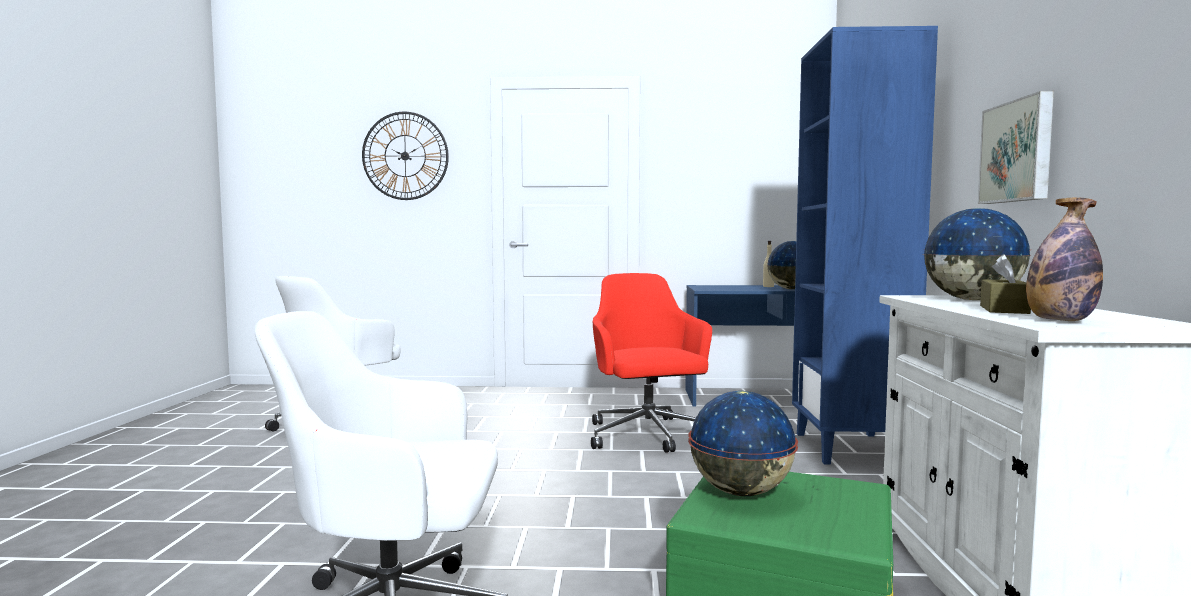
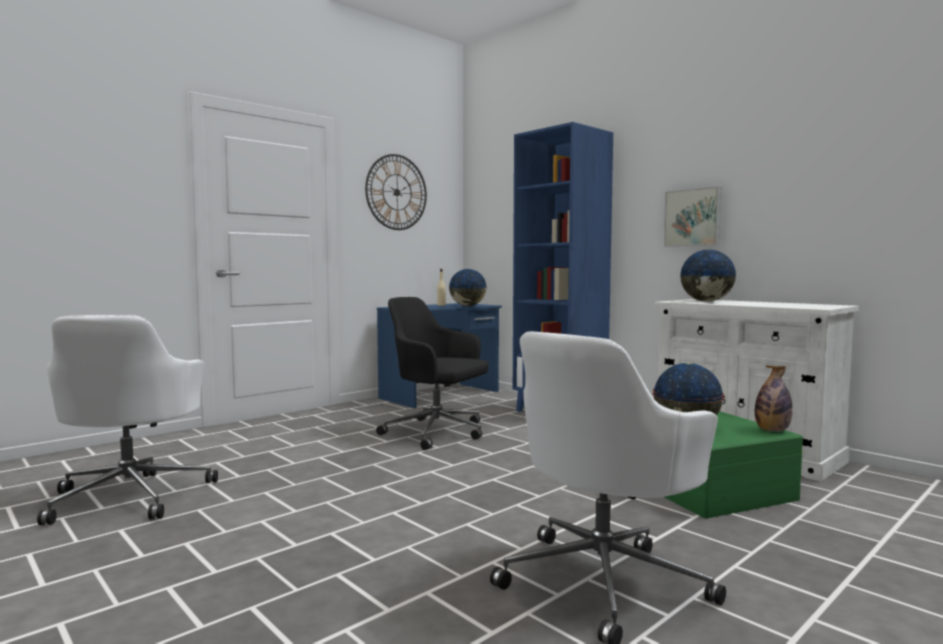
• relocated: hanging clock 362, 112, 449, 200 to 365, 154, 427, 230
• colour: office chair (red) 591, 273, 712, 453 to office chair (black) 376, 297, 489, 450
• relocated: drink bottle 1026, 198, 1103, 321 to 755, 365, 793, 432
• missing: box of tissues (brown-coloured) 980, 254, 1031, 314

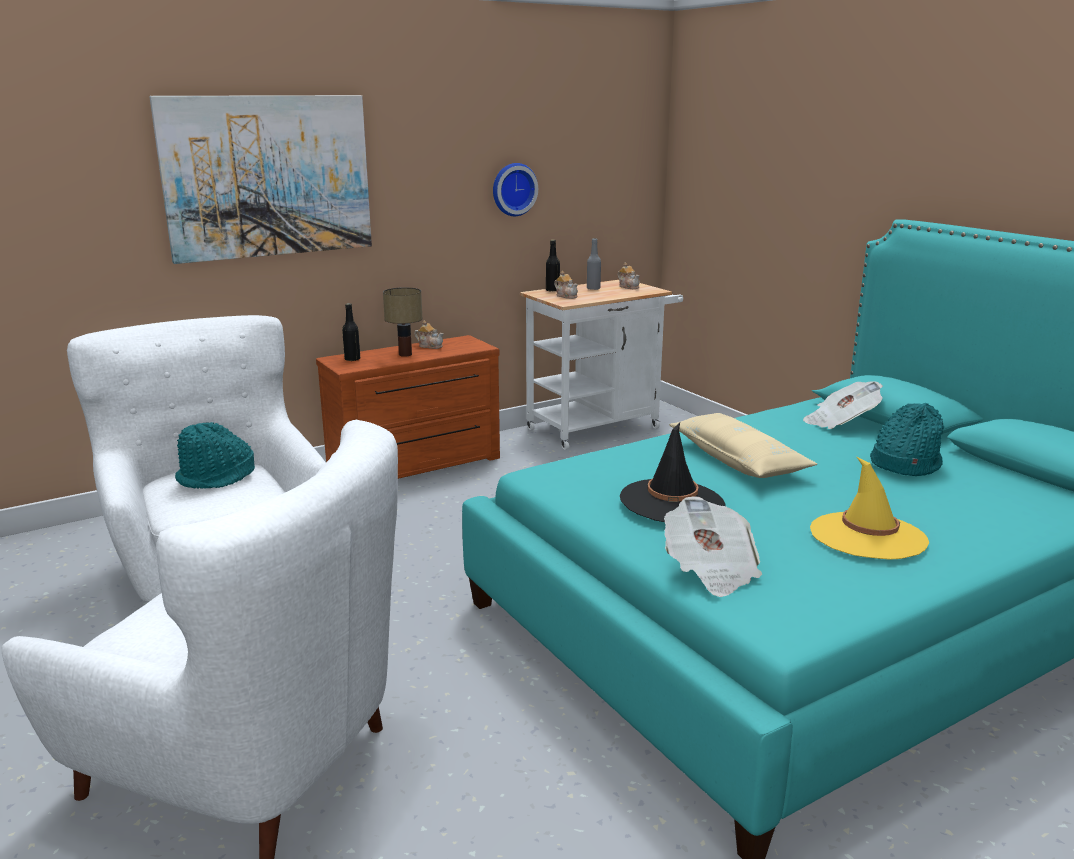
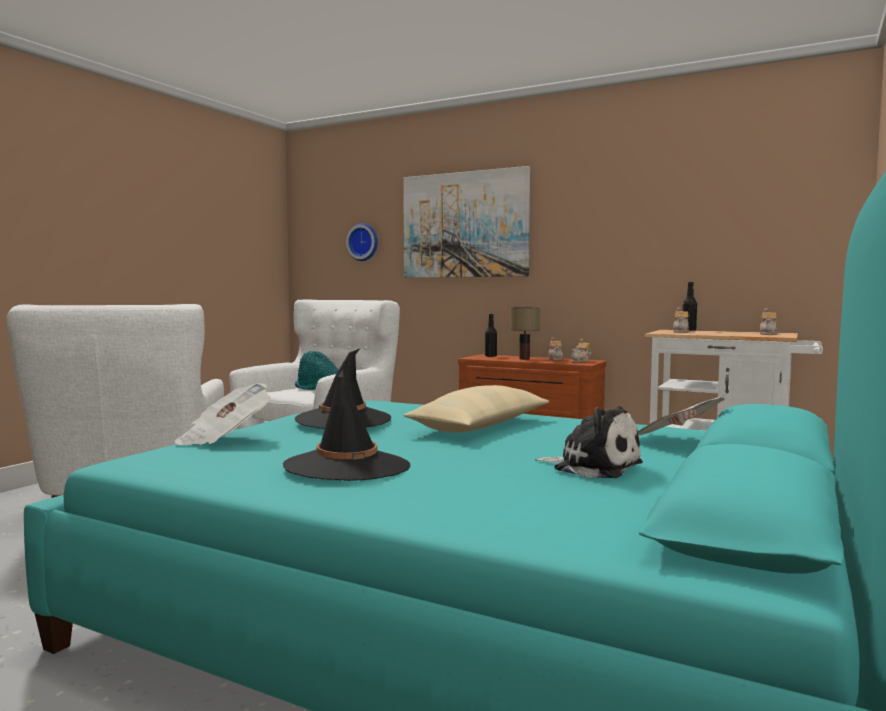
• colour: hat (yellow-coloured) 810, 457, 929, 560 to hat (black) 283, 370, 410, 481
• relocated: hanging clock 493, 163, 538, 216 to 346, 223, 378, 261
• exchanged: hat (blue-green) 870, 403, 944, 476 to cuddly toy 535, 406, 643, 478
• appeared: tea pot 571, 339, 591, 363
• missing: drink bottle (gray) 587, 238, 601, 290

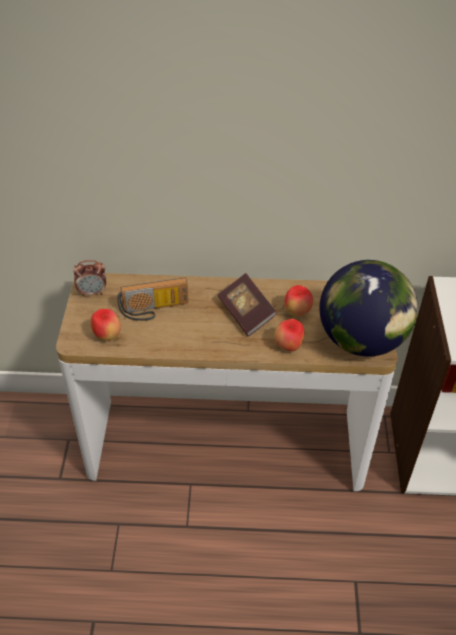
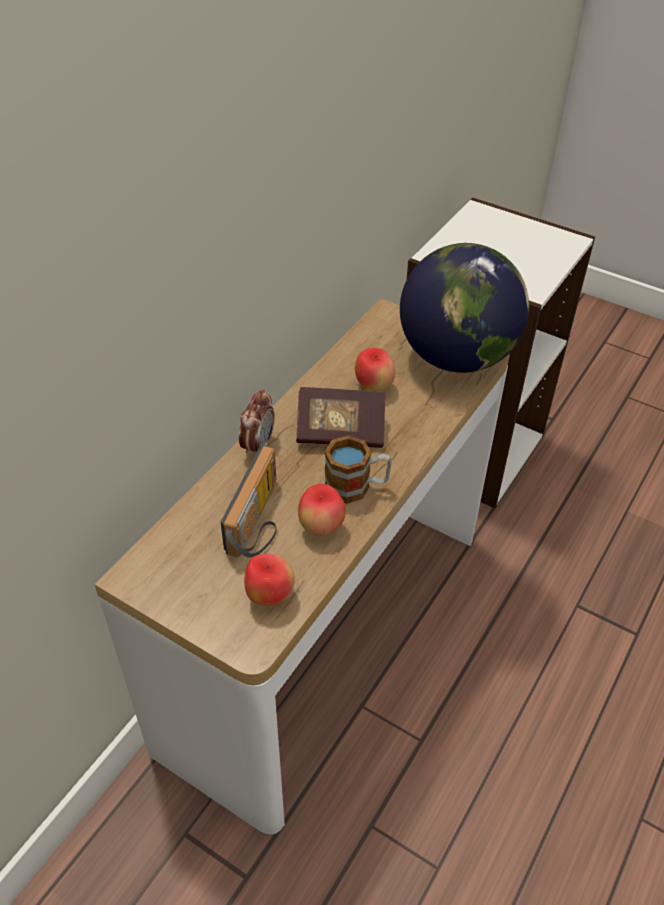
• relocated: table clock 73, 260, 106, 297 to 239, 389, 275, 453
• relocated: whole apple 274, 319, 304, 351 to 298, 484, 346, 536
• appeared: coffee mug 325, 435, 392, 504

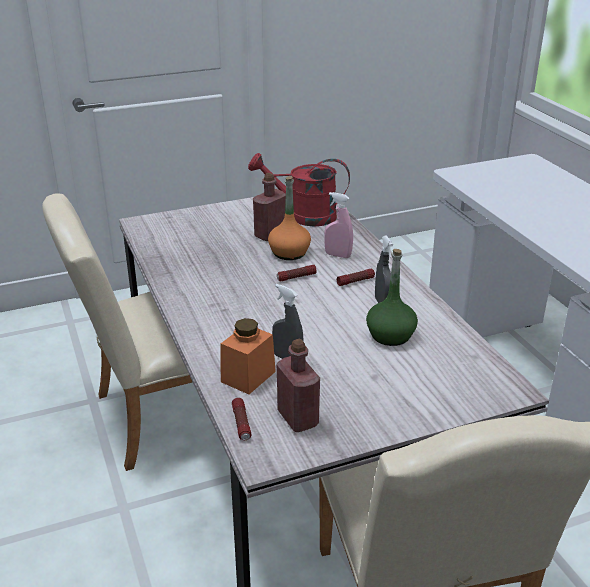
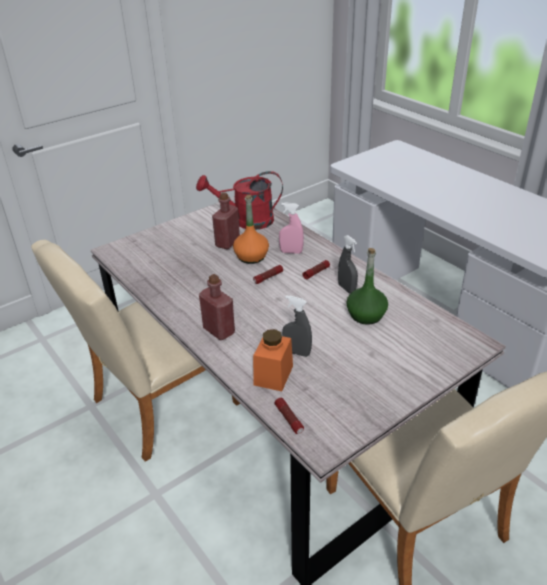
• relocated: drink bottle (red) 277, 339, 320, 432 to 199, 274, 235, 340

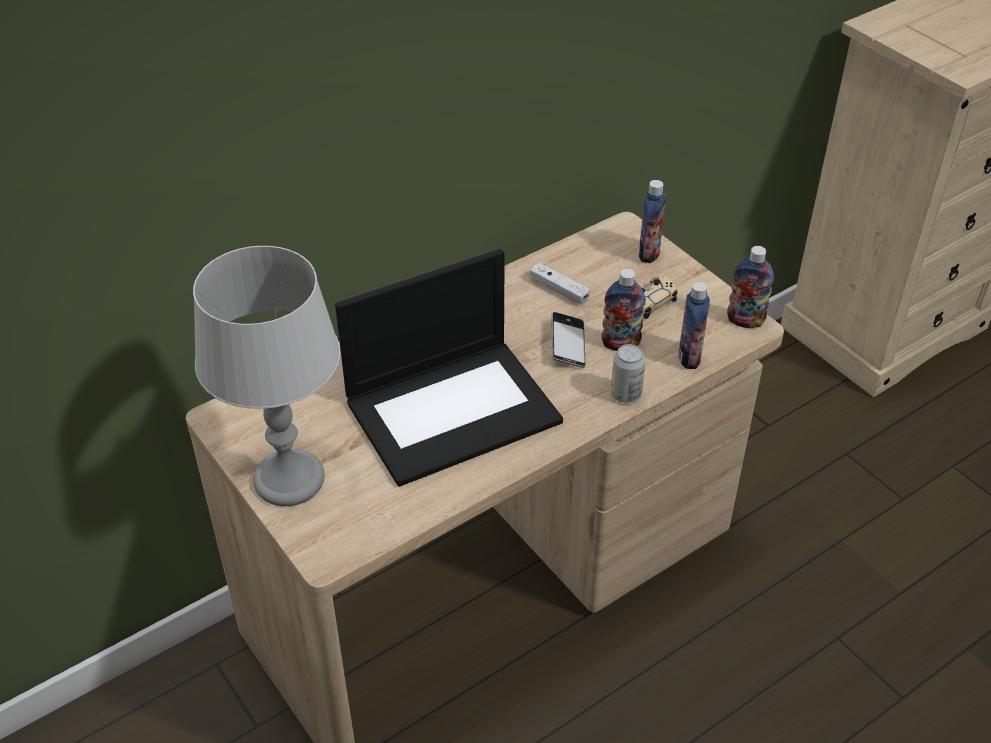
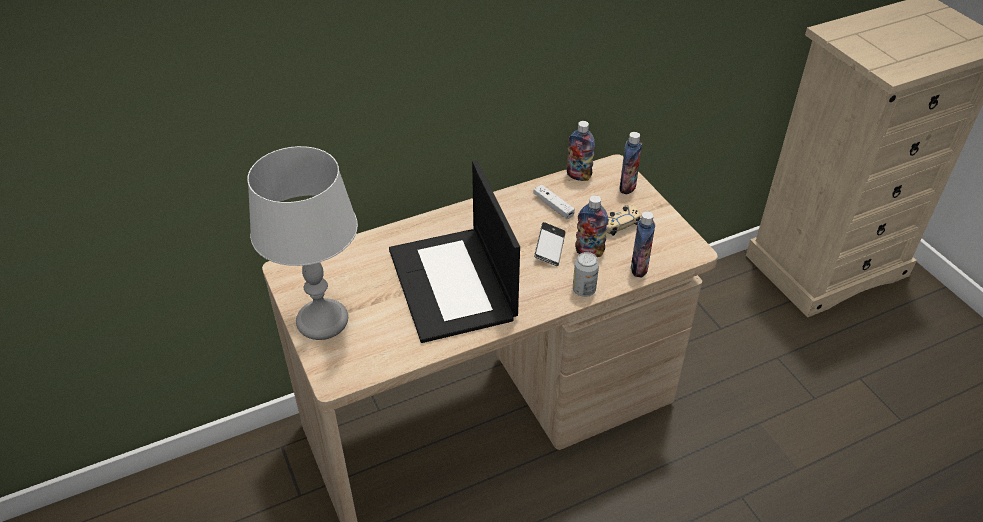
• spun: laptop 335, 249, 563, 487 = 389, 161, 520, 343 90 degrees clockwise
• relocated: drink bottle 727, 246, 774, 328 to 566, 121, 595, 181

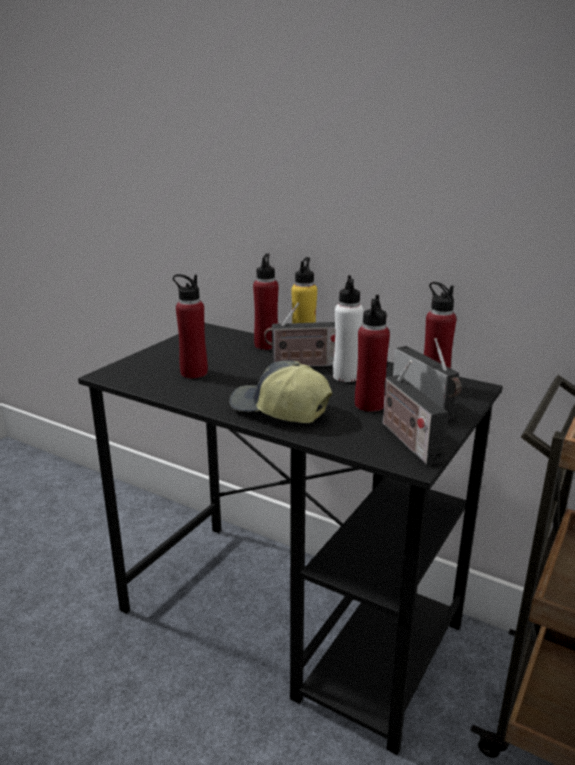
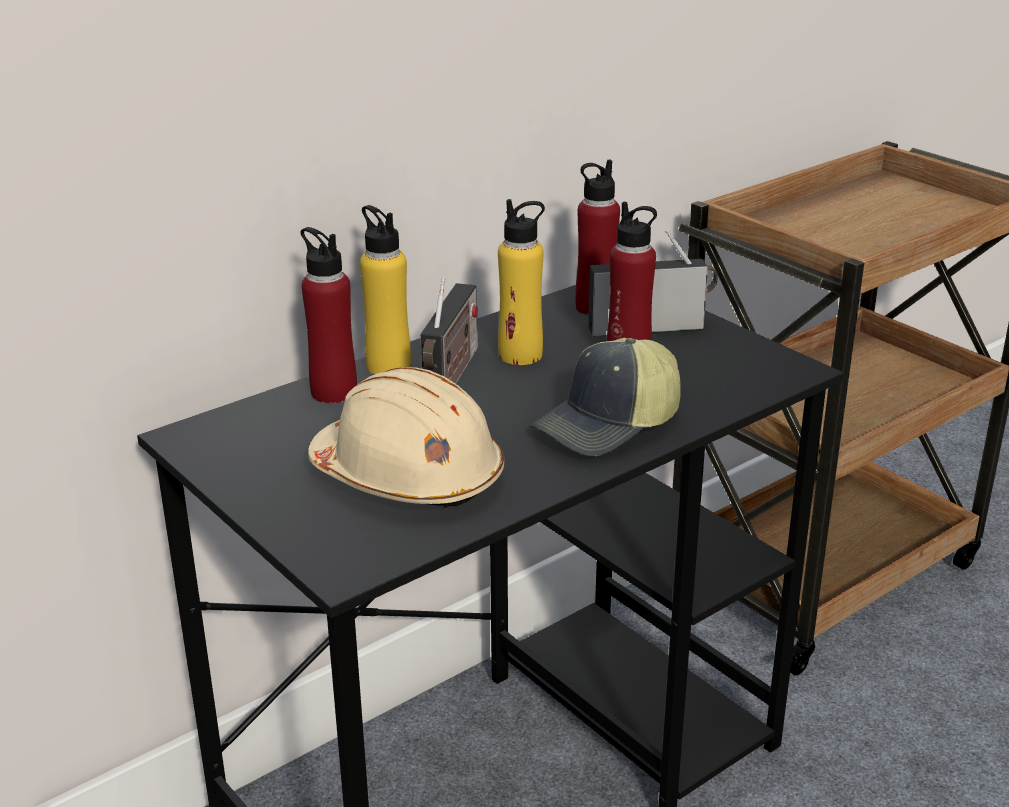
• exchanged: drink bottle (red) 173, 274, 208, 378 to hard hat (beige) 308, 367, 504, 508
• colour: drink bottle (white-coloured) 333, 275, 364, 382 to drink bottle (yellow-coloured) 498, 199, 545, 365
• missing: radio receiver 383, 360, 448, 466

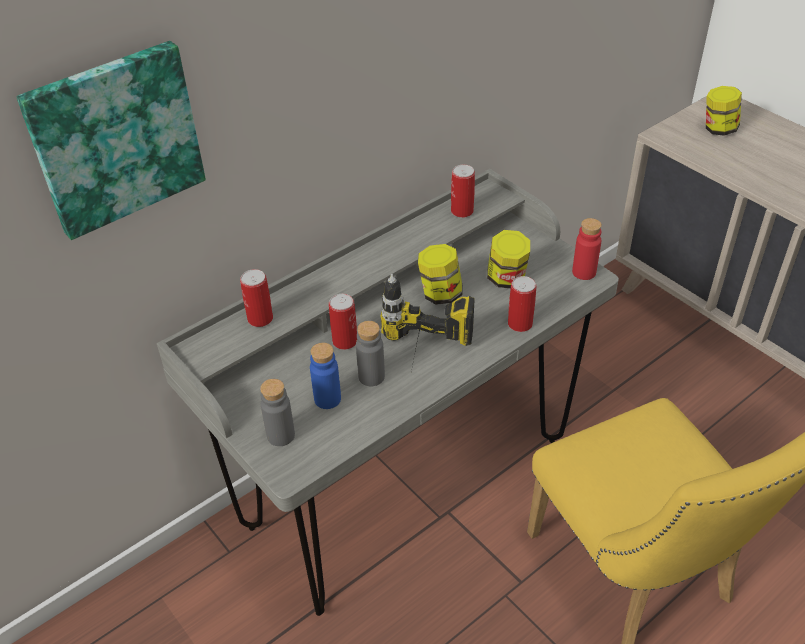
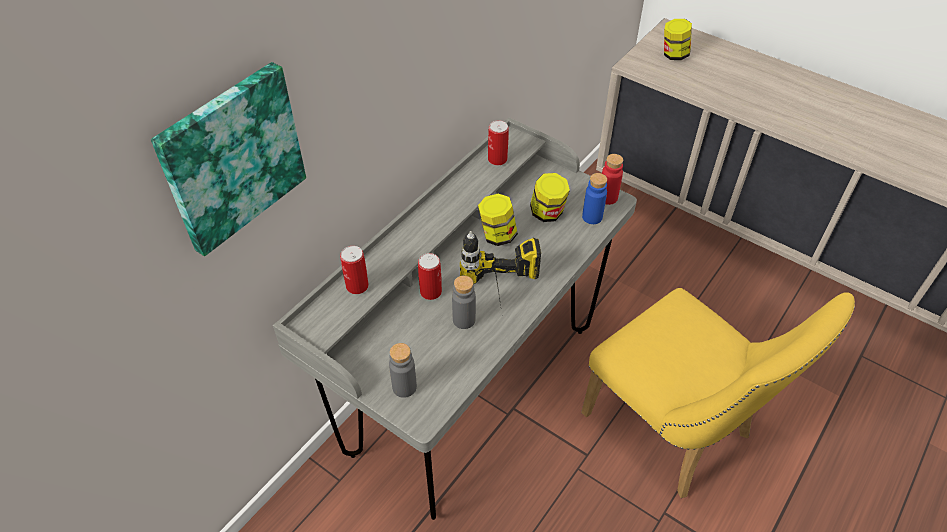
• relocated: drink bottle (blue-coloured) 310, 343, 341, 409 to 582, 173, 607, 224
• missing: metal can 508, 276, 536, 332

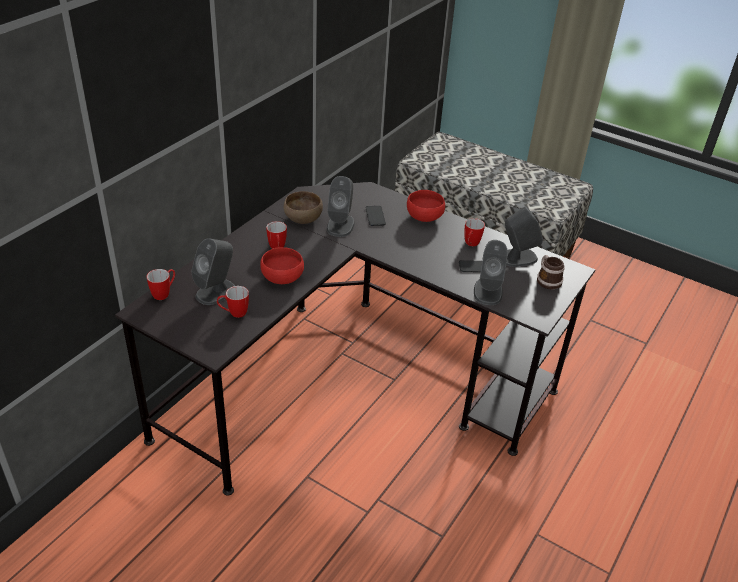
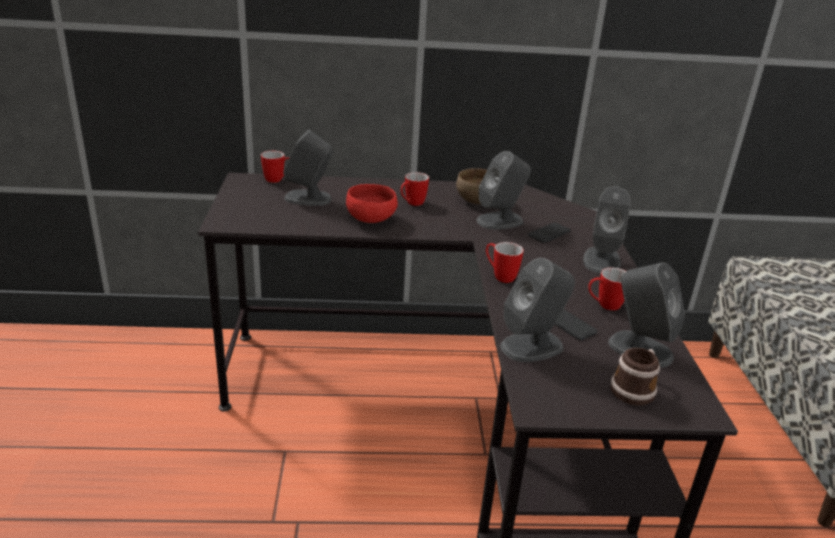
• relocated: coffee mug 217, 286, 249, 318 to 486, 242, 524, 283
• exchanged: deep dish (red) 407, 190, 445, 222 to speaker (gray) 583, 187, 631, 273

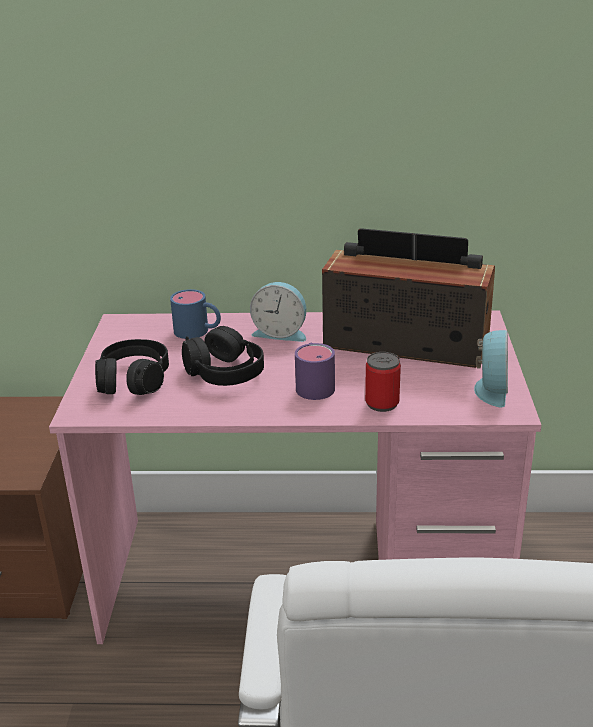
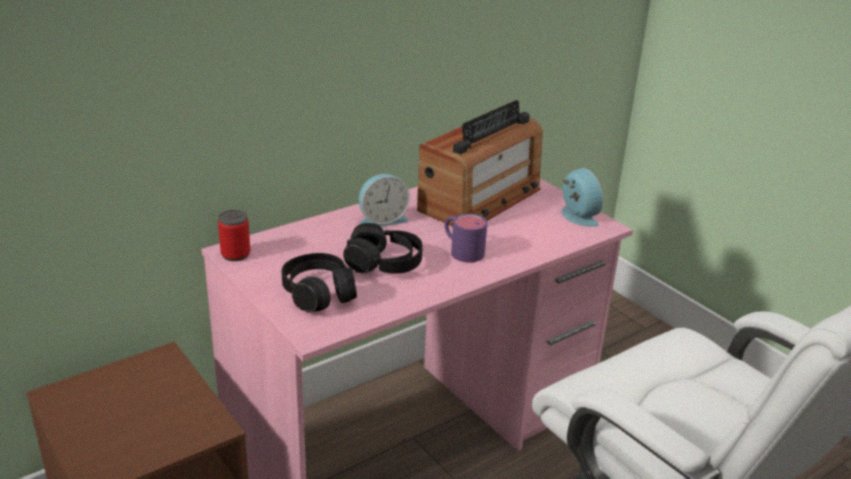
• relocated: metal can 365, 352, 401, 412 to 218, 210, 250, 261
• spun: radio receiver 322, 228, 495, 368 = 417, 100, 543, 226 150 degrees clockwise
• missing: coffee mug (blue-coloured) 170, 289, 221, 339

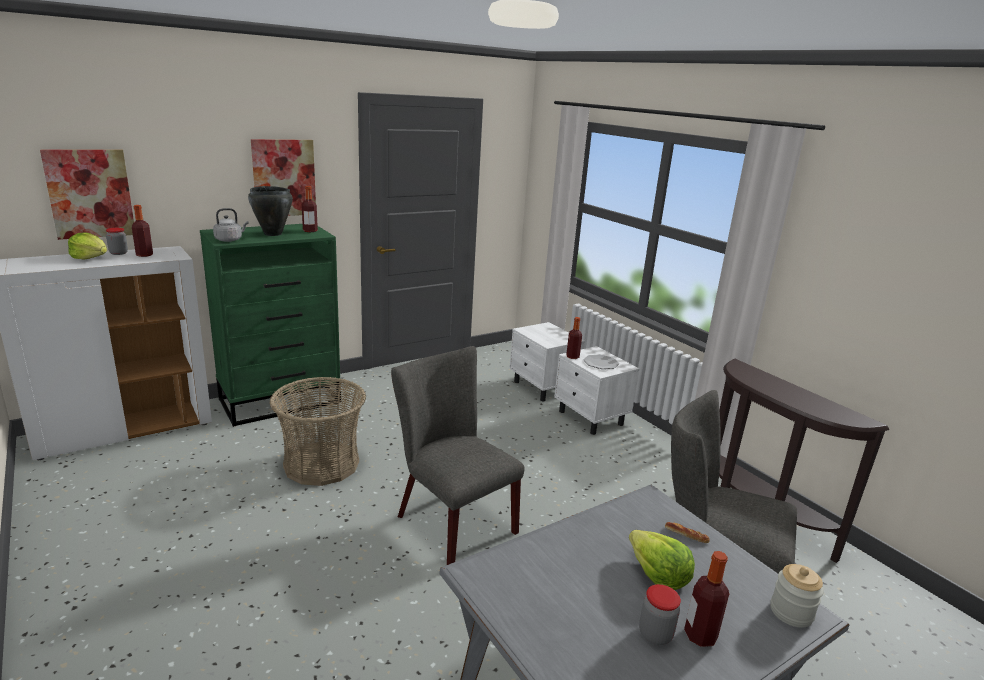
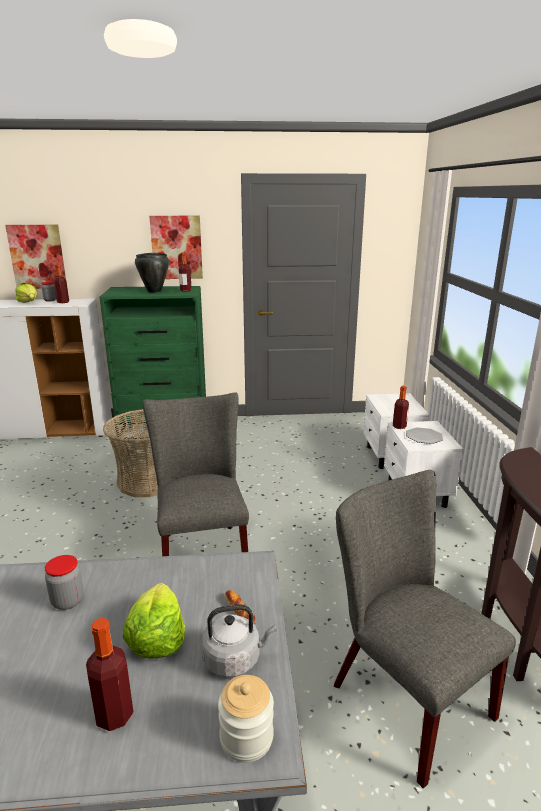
• relocated: storage jar 639, 584, 681, 645 to 45, 555, 83, 610
• relocated: water kettle (gray) 213, 208, 249, 242 to 201, 604, 277, 678

